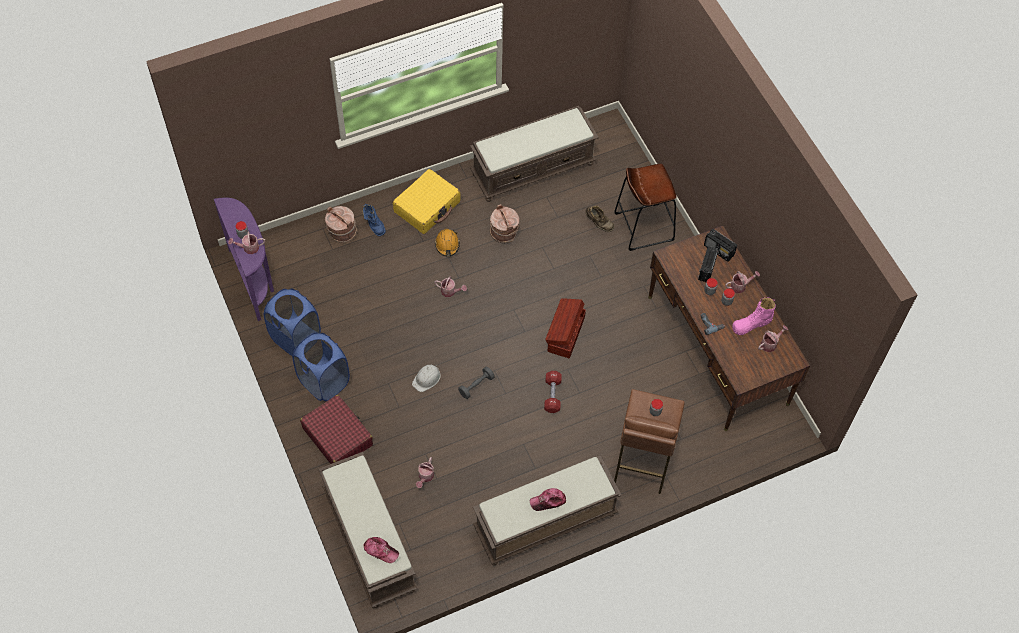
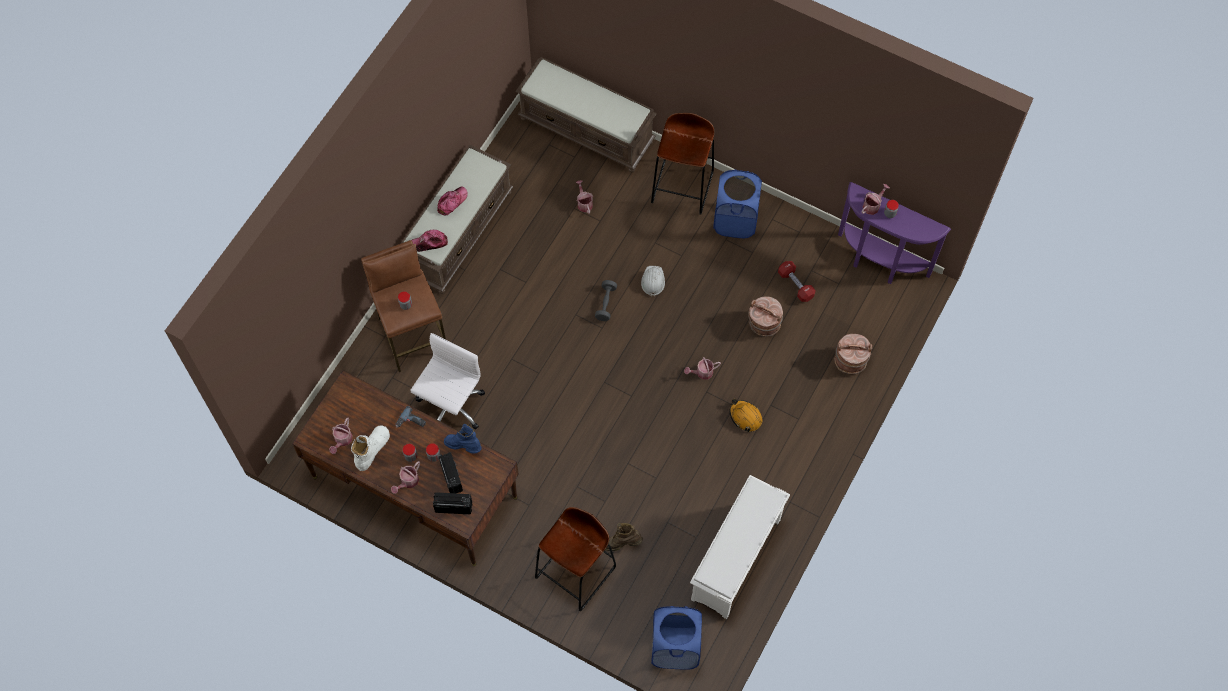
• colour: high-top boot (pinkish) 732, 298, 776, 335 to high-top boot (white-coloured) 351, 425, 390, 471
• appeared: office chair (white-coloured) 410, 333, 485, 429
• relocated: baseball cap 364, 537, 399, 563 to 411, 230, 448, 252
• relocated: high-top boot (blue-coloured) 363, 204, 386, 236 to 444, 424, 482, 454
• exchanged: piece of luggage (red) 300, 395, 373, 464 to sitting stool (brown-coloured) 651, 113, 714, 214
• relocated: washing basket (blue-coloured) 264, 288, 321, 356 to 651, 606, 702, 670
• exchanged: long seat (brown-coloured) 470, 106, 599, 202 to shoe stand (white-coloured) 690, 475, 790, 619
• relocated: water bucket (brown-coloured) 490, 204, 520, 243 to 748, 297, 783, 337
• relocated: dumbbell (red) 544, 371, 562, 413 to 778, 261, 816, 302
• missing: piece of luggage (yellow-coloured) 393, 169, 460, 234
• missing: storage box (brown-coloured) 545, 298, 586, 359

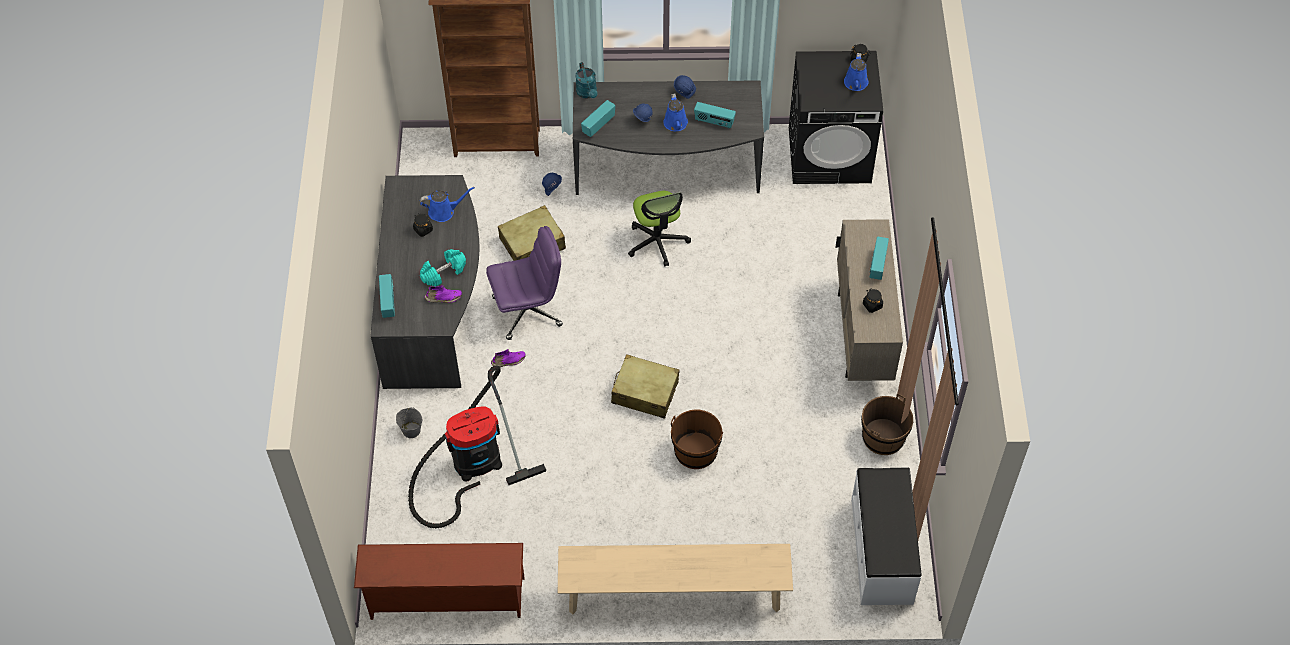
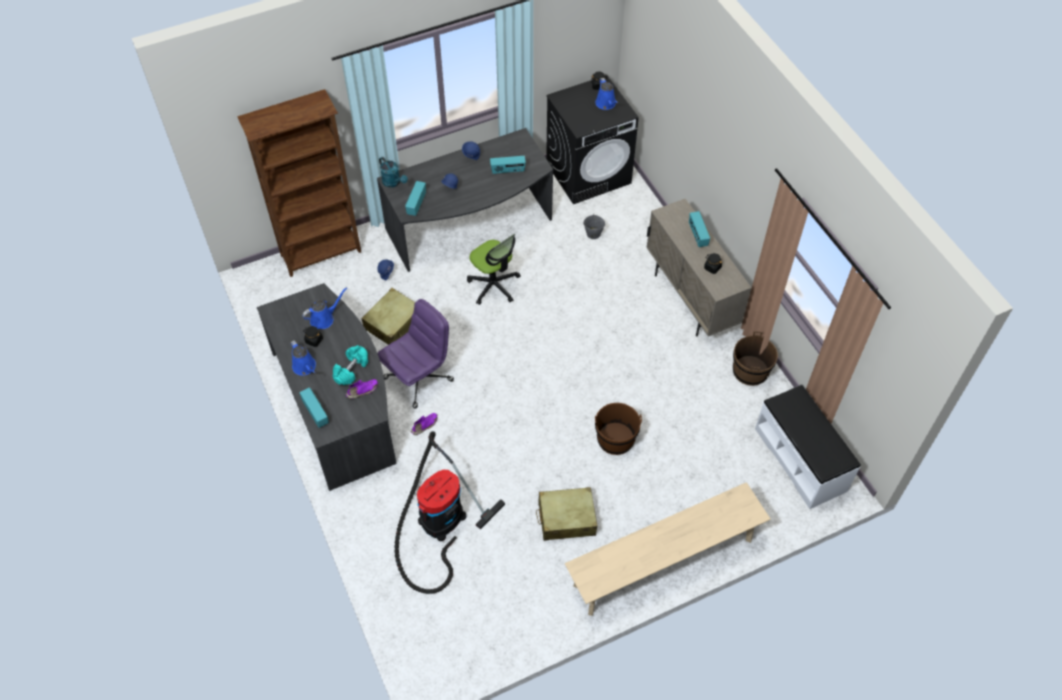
• relocated: sprinkling can (blue-coloured) 663, 93, 688, 131 to 290, 340, 316, 376
• relocated: piece of luggage (beige) 611, 354, 680, 419 to 536, 487, 597, 541
• relocated: water bucket (gray) 396, 407, 422, 438 to 583, 215, 605, 239
• missing: shoe stand (brown-coloured) 354, 543, 525, 620

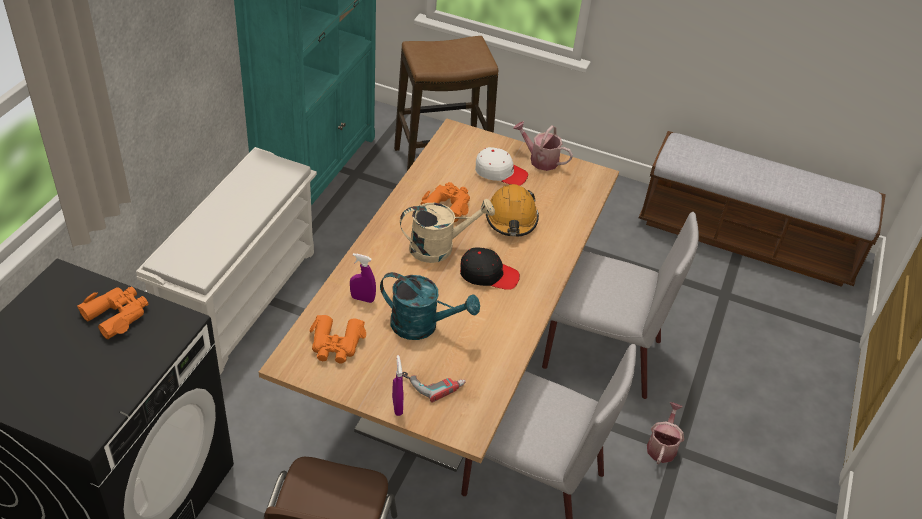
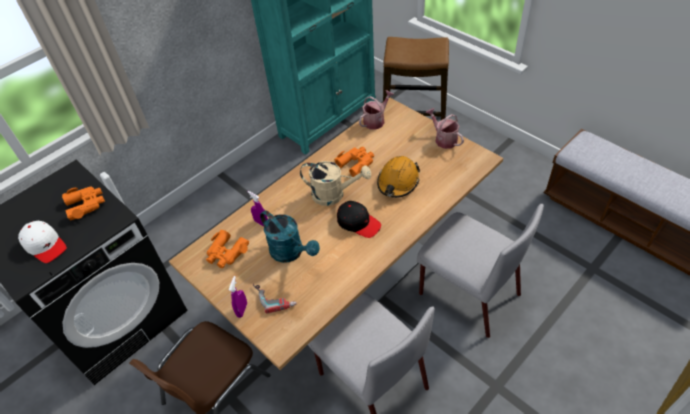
• relocated: baseball cap (white-coloured) 475, 147, 528, 186 to 18, 221, 67, 263
• relocated: sprinkling can 647, 402, 684, 464 to 359, 90, 394, 130
• missing: shoe stand (white-coloured) 136, 147, 317, 375

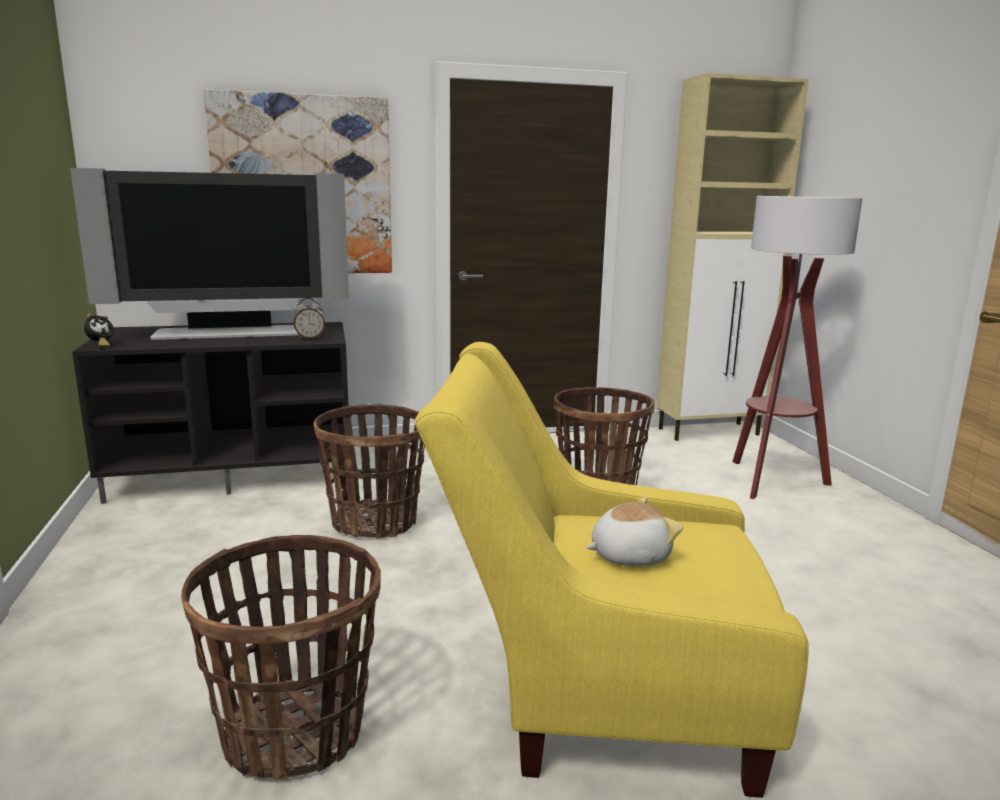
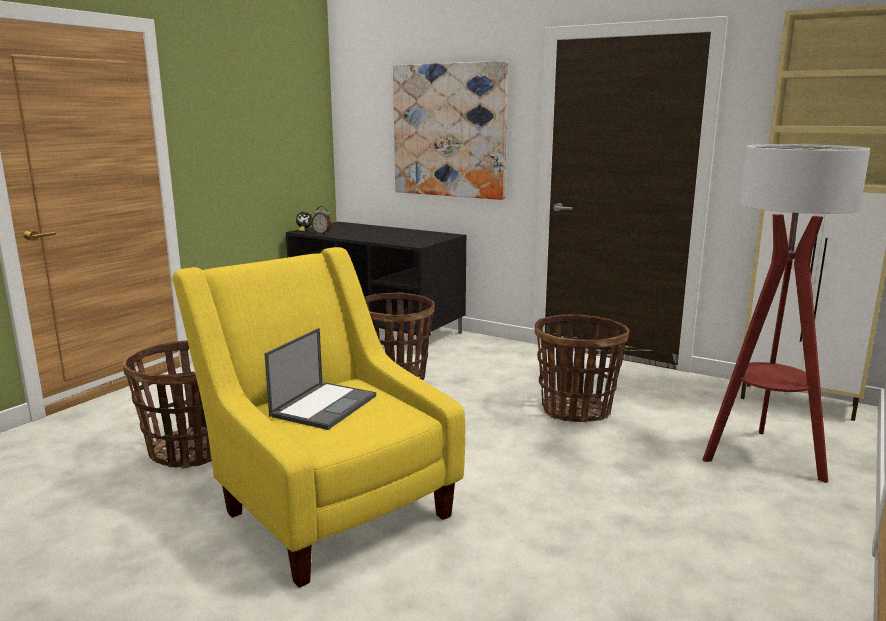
• exchanged: cuddly toy 586, 497, 683, 566 to laptop 264, 328, 376, 430
• relocated: table clock 293, 298, 325, 339 to 312, 206, 332, 235
• missing: TV set 70, 168, 349, 340

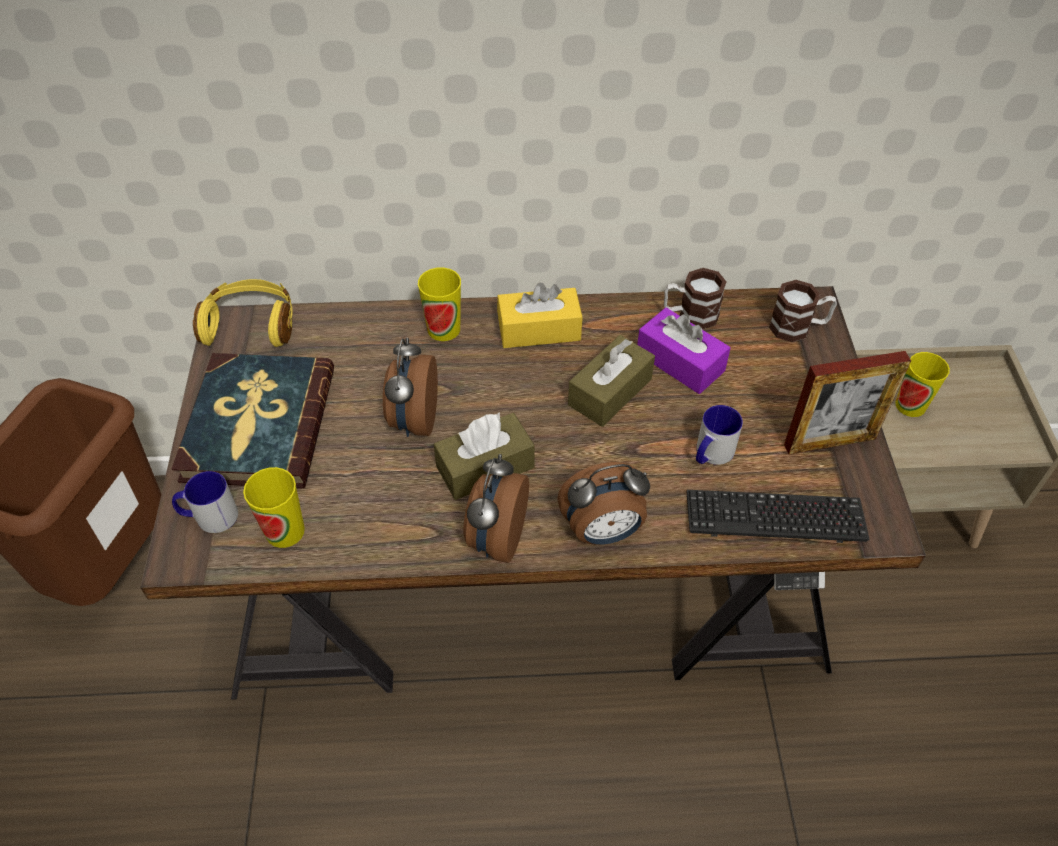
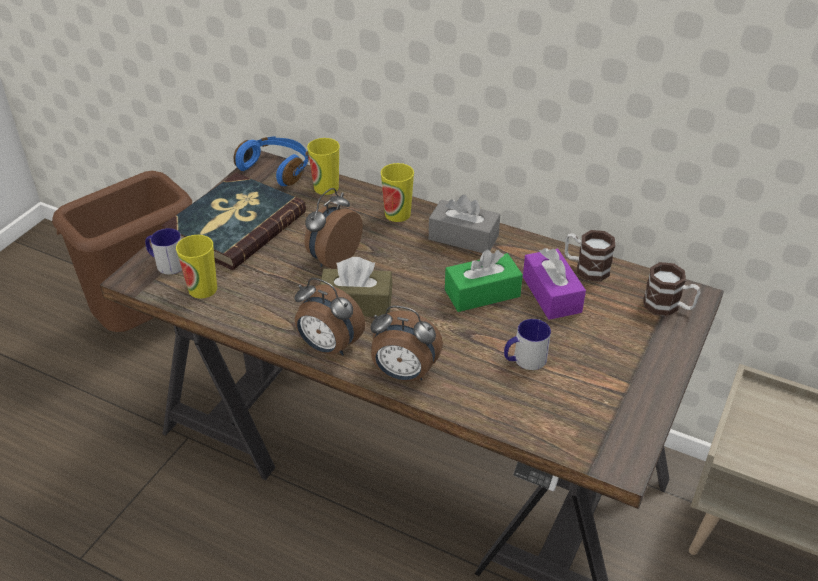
• colour: headset (yellow-coloured) 193, 279, 293, 347 to headset (blue-coloured) 234, 136, 309, 186
• spun: table clock 463, 454, 529, 563 = 294, 278, 365, 356 105 degrees counterclockwise
• relocated: small cup 895, 352, 950, 417 to 307, 138, 340, 195
• colour: box of tissues (yellow-coloured) 497, 282, 582, 348 to box of tissues (gray) 429, 195, 500, 253
• colour: box of tissues (brown-coloured) 568, 335, 655, 427 to box of tissues (greenish) 445, 250, 523, 312
• missing: computer keyboard 687, 490, 870, 543
• missing: standing frame 784, 351, 911, 454

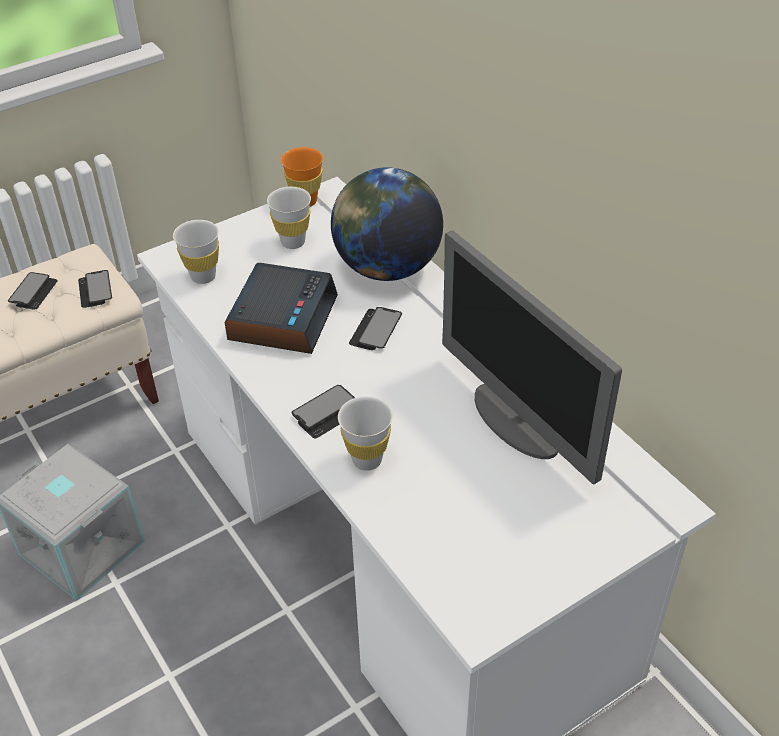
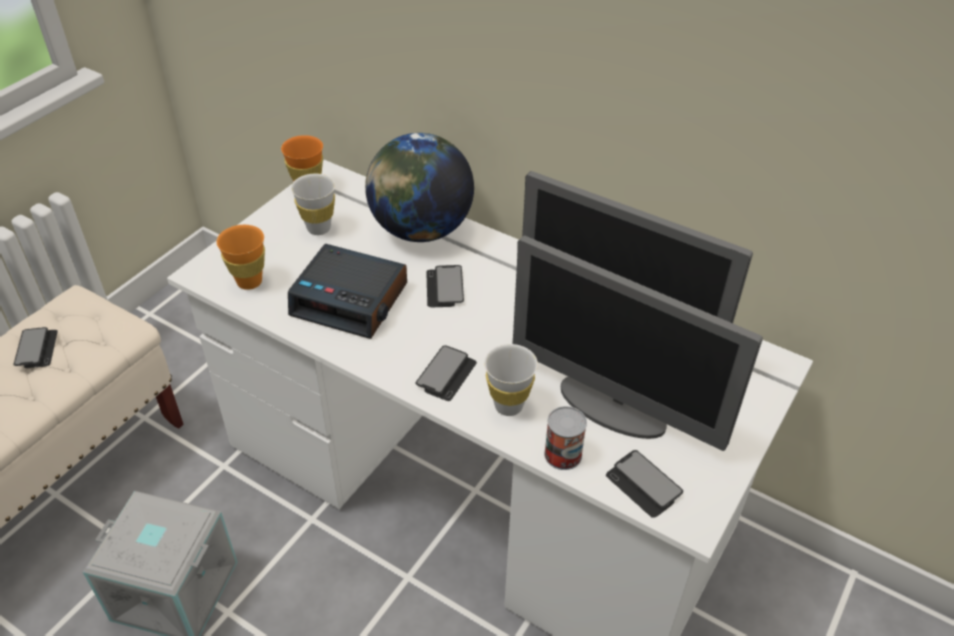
• colour: small cup (white-coloured) 173, 220, 219, 284 to small cup (orange) 216, 225, 265, 290
• spun: table clock 224, 263, 338, 354 = 288, 244, 407, 339 120 degrees clockwise
• appeared: computer screen 512, 236, 763, 451
• appeared: metal can 544, 406, 587, 470
• relocated: telephone 78, 270, 112, 308 to 606, 450, 683, 518

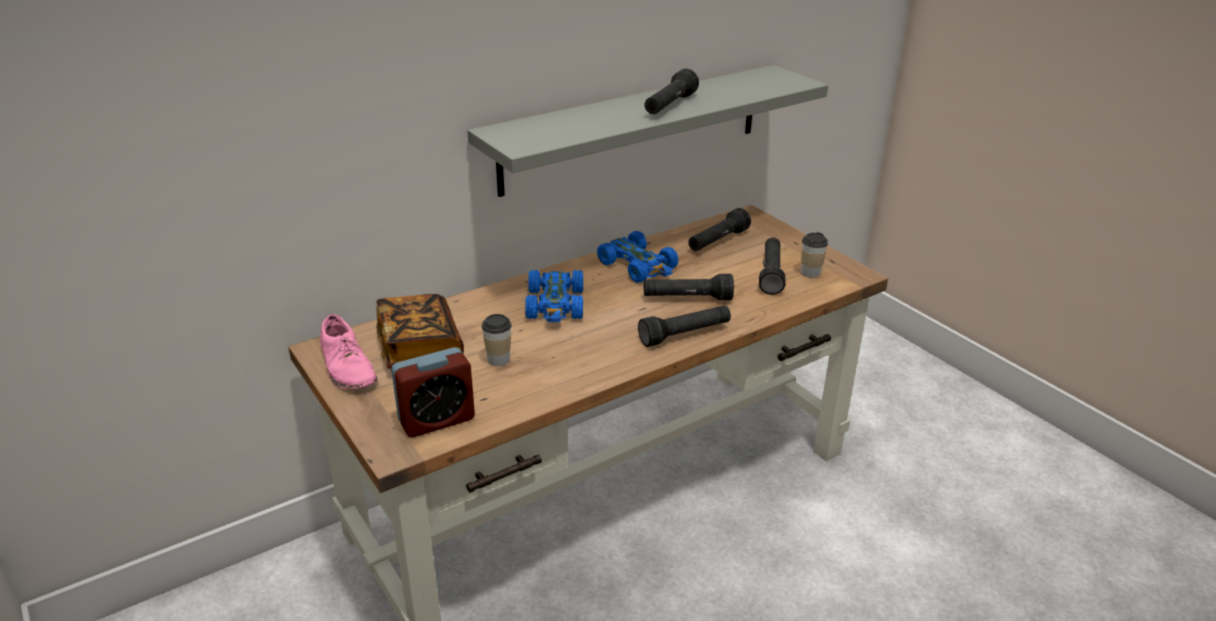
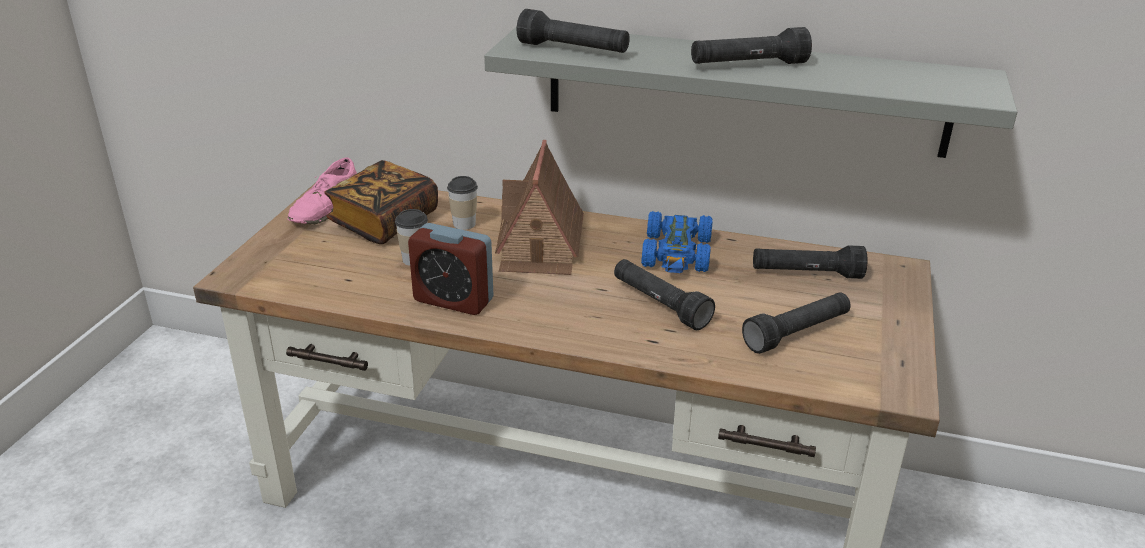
• relocated: table clock 391, 347, 475, 437 to 408, 223, 493, 315
• relocated: small cup 801, 232, 828, 278 to 447, 176, 478, 230
• exchanged: miniature car (blue-coloured) 525, 270, 583, 322 to toy house 495, 140, 584, 275
• relocated: flashlight (black) 638, 305, 731, 347 to 517, 9, 630, 53

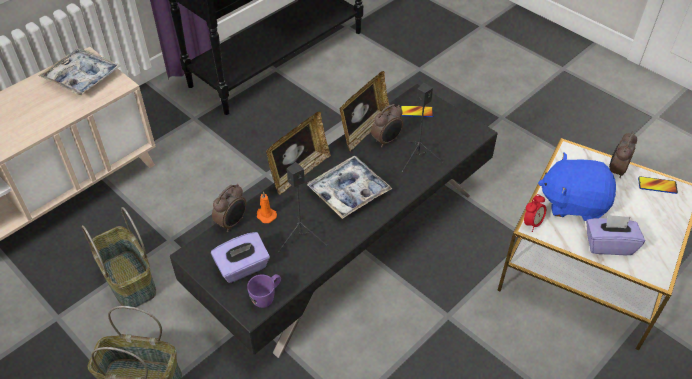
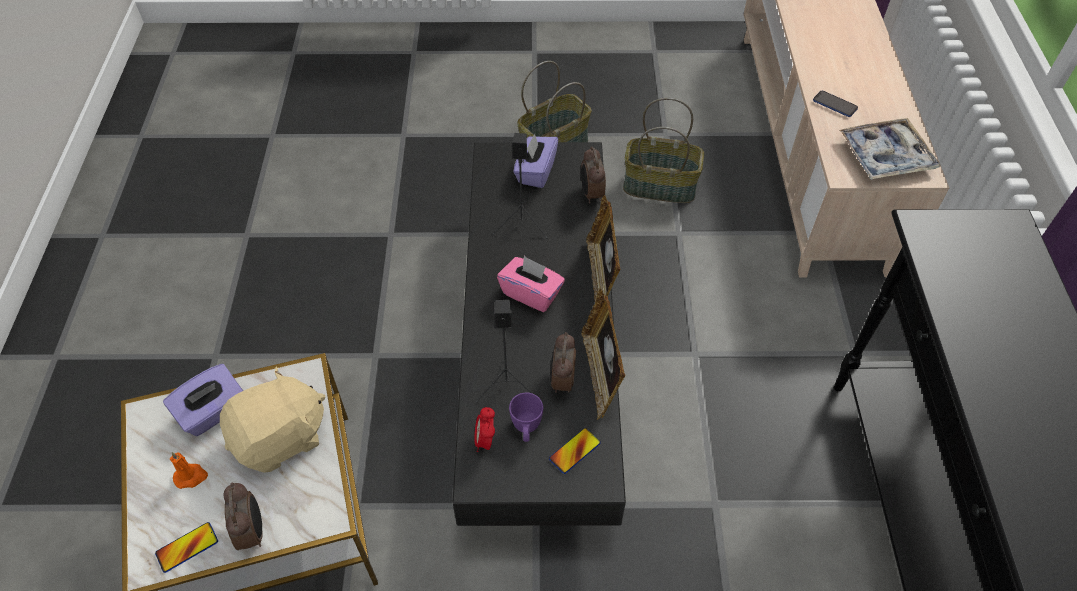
• relocated: candle (orange) 257, 191, 277, 223 to 170, 452, 208, 489
• colour: cuddly toy (blue-coloured) 538, 152, 616, 221 to cuddly toy (beige) 220, 367, 325, 473
• relocated: table clock 524, 194, 546, 232 to 475, 407, 495, 452
• exchanged: carrying tray 307, 156, 392, 219 to box of tissues (pinkish) 497, 256, 565, 312
• relocated: coffee mug (purplish) 247, 274, 281, 308 to 509, 393, 543, 442
• appeared: telephone 813, 91, 858, 117

